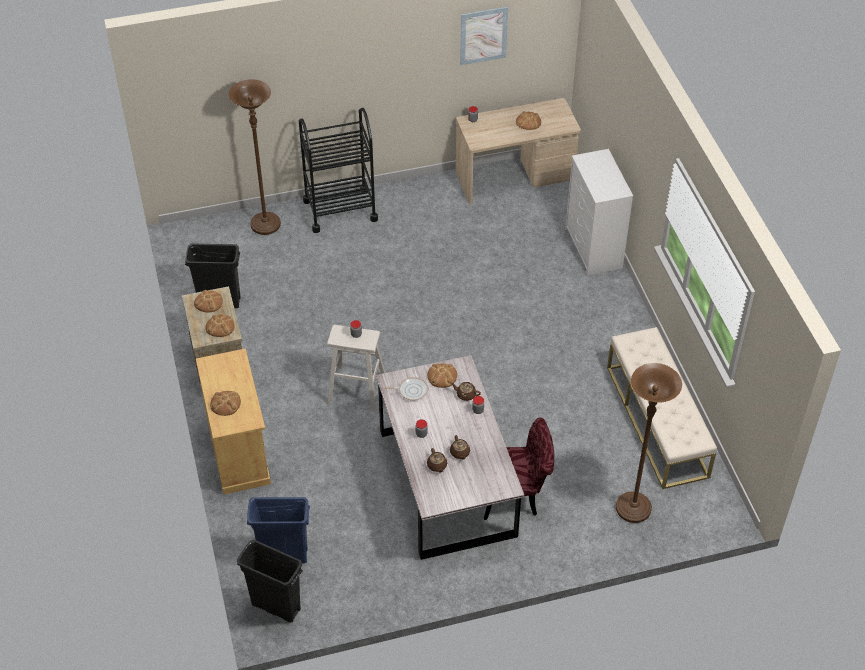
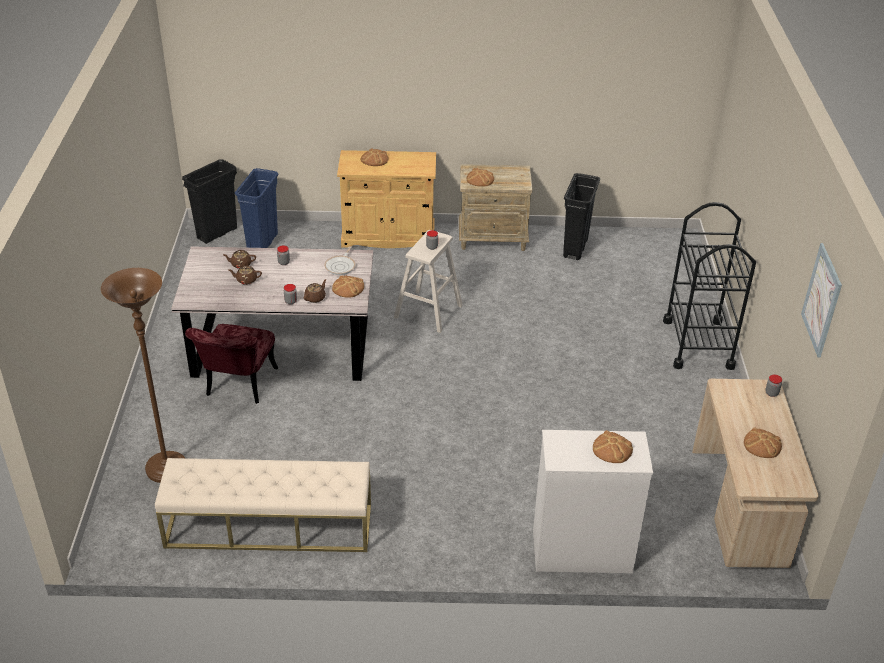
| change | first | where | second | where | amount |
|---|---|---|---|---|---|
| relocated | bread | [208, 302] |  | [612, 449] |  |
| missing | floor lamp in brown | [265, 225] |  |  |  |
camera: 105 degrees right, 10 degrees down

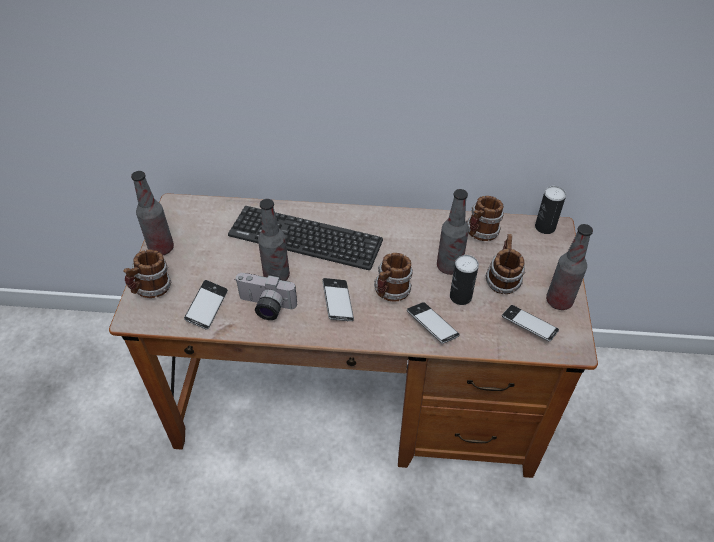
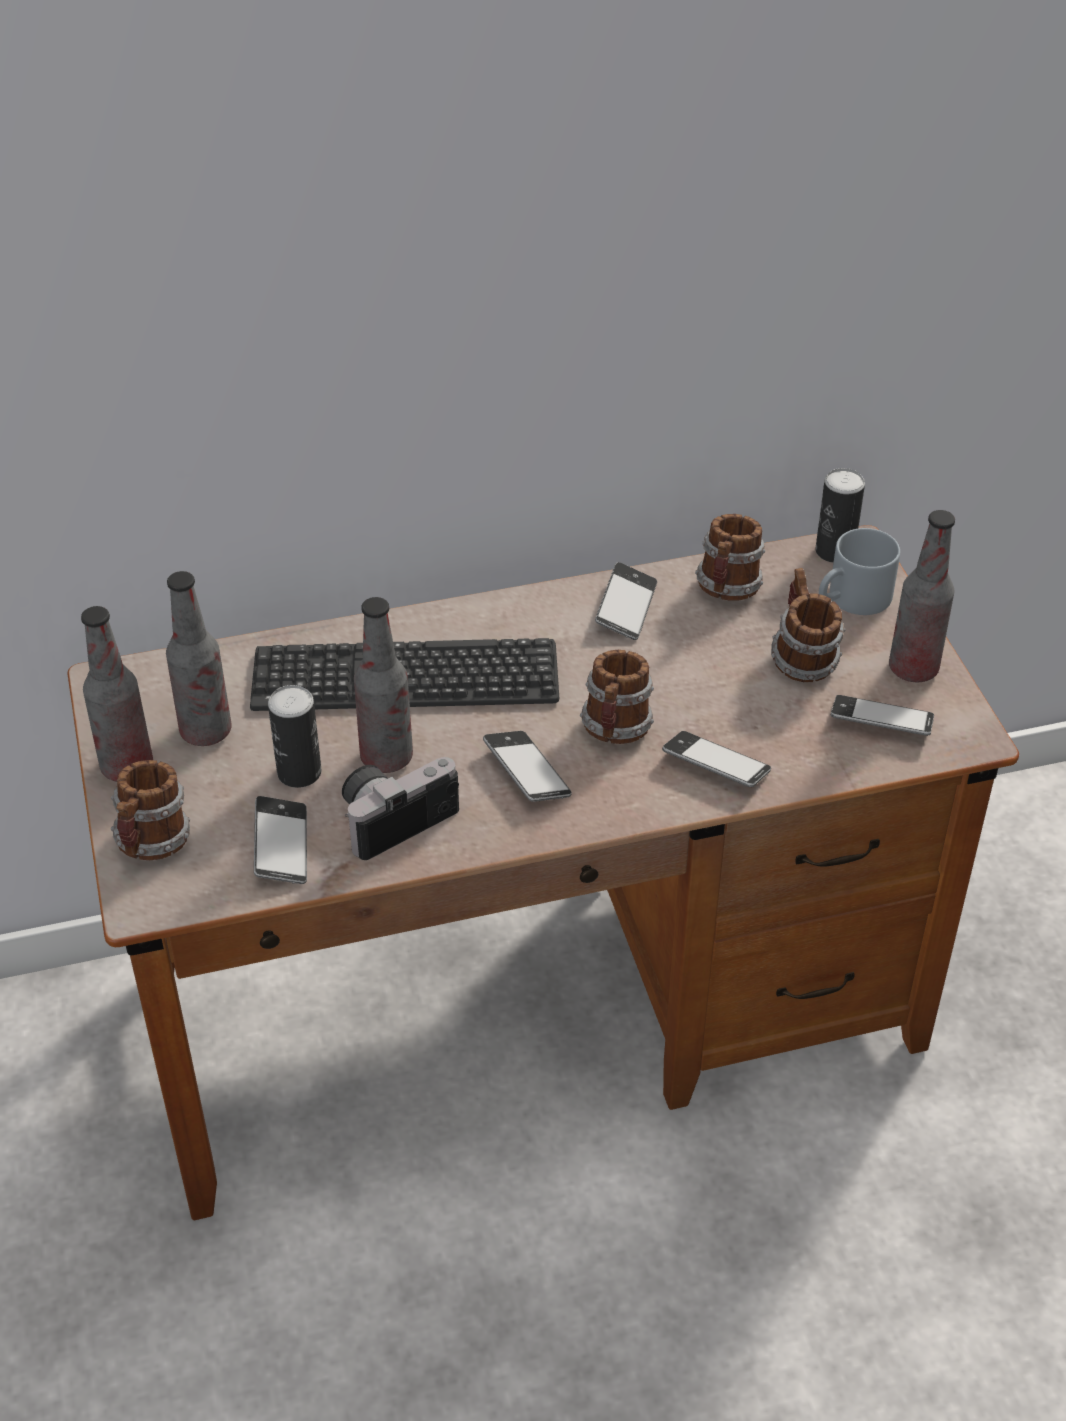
| change | first | where | second | where | amount |
|---|---|---|---|---|---|
| spun | photo camera | [265, 307] |  | [394, 816] | 150 degrees clockwise |
| relocated | bottle | [449, 266] |  | [206, 731] |  |
| relocated | can | [460, 296] |  | [299, 772] |  |
| appeared |  |  | phone | [626, 607] |  |
| appeared |  |  | mug in grey | [852, 600] |  |
camera: 20 degrees left, 5 degrees down

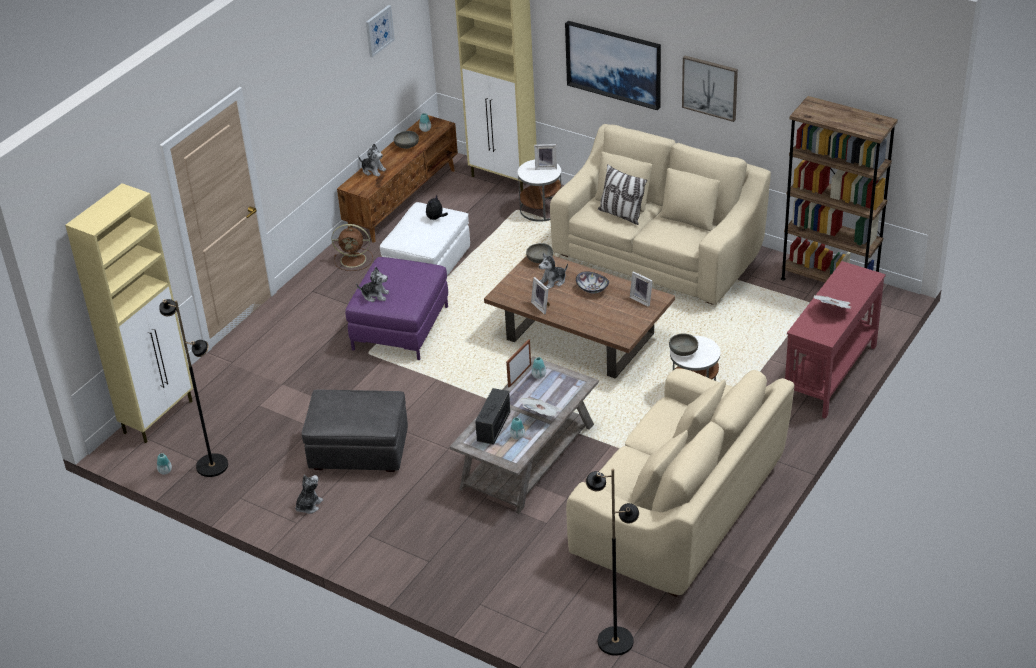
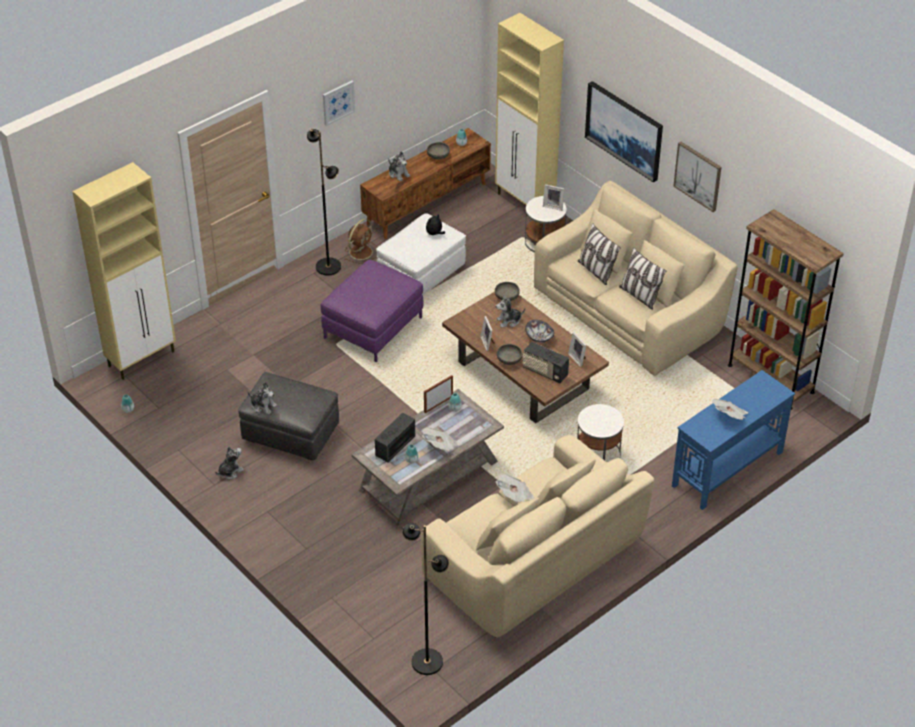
| change | first | where | second | where | amount |
|---|---|---|---|---|---|
| relocated | floor lamp in black | [212, 465] |  | [328, 266] |  |
| spun | fan in brown | [354, 260] |  | [361, 251] | 75 degrees counterclockwise |
| relocated | plush toy | [375, 295] |  | [263, 406] |  |
| relocated | picture | [379, 30] |  | [338, 102] |  |
| relocated | bowl in grey | [683, 351] |  | [509, 360] |  |
| colour | console table in red | [830, 374] | console table in blue | [726, 469] |  |
| appeared |  |  | newspaper | [515, 495] |  |
| appeared |  |  | radio | [544, 372] |  |
| appeared |  |  | pillow | [639, 296] |  |
camera: 15 degrees right, 5 degrees up

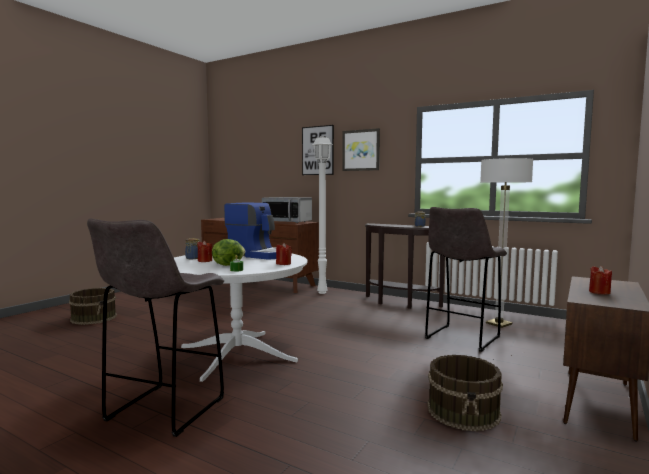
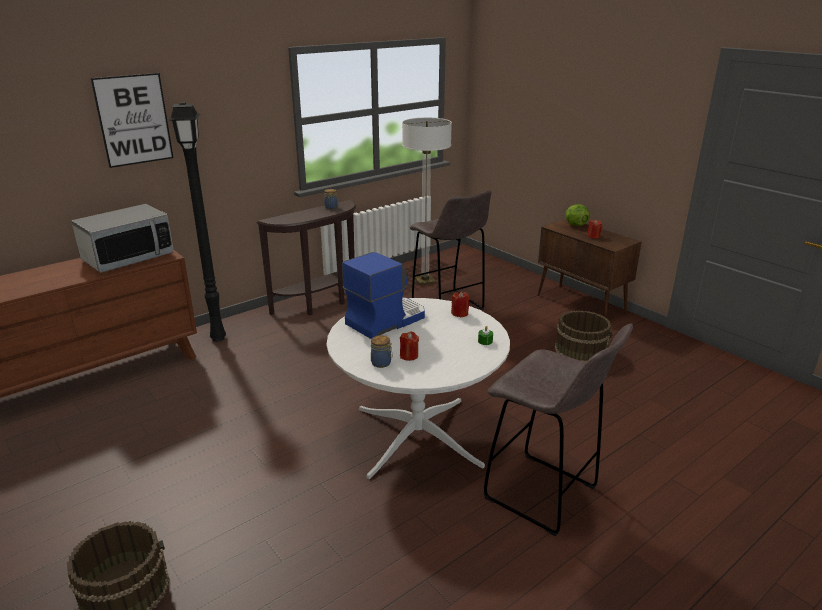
| change | first | where | second | where | amount |
|---|---|---|---|---|---|
| relocated | lettuce | [228, 265] |  | [575, 225] |  |
| colour | floor lamp in white | [322, 292] | floor lamp in black | [217, 338] |  |
| missing | picture | [361, 150] |  |  |  |
camera: 70 degrees left, 20 degrees up

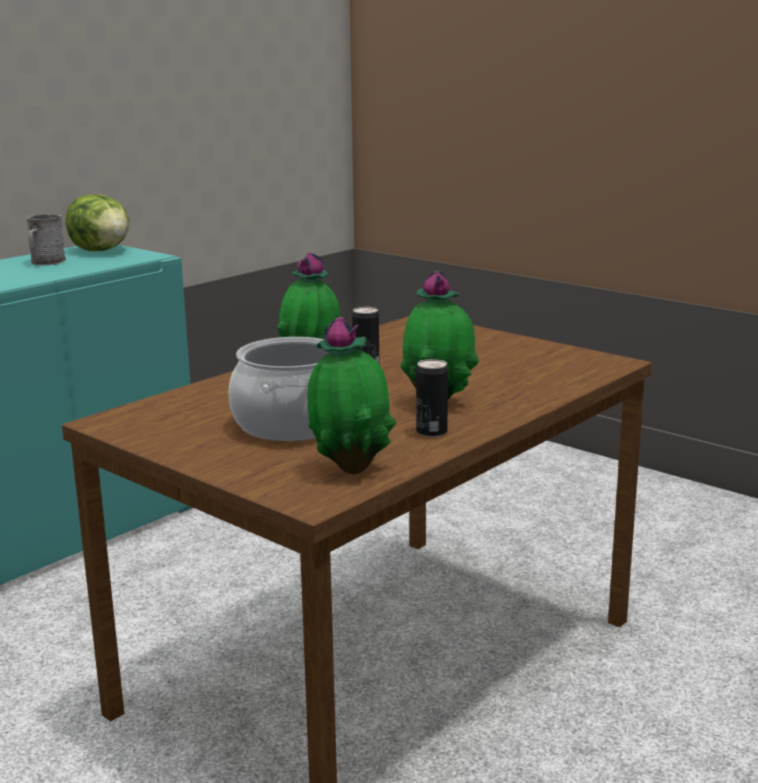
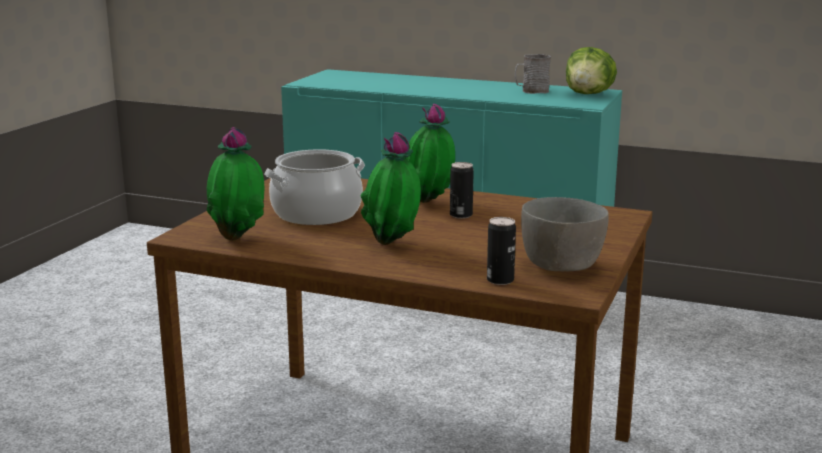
| change | first | where | second | where | amount |
|---|---|---|---|---|---|
| relocated | can | [431, 432] |  | [500, 280] |  |
| appeared |  |  | bowl in grey | [562, 266] |  |
camera: 70 degrees right, 0 degrees up

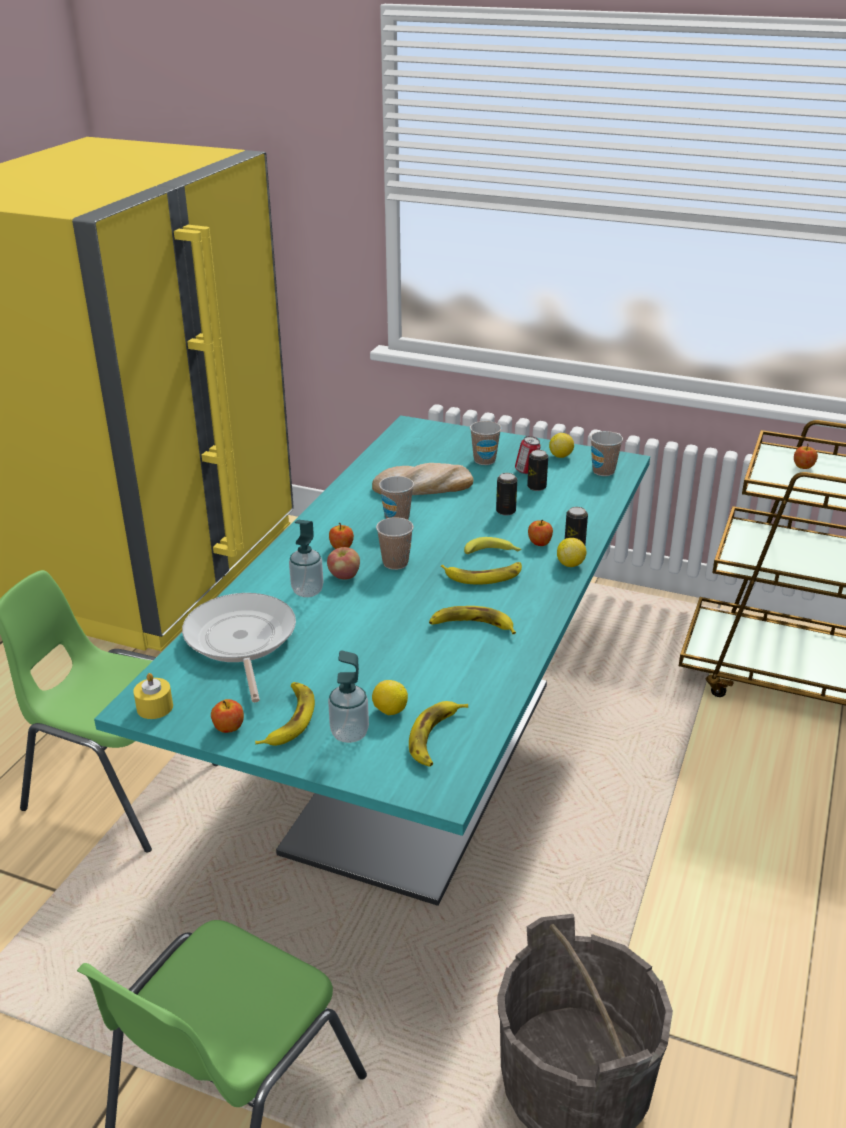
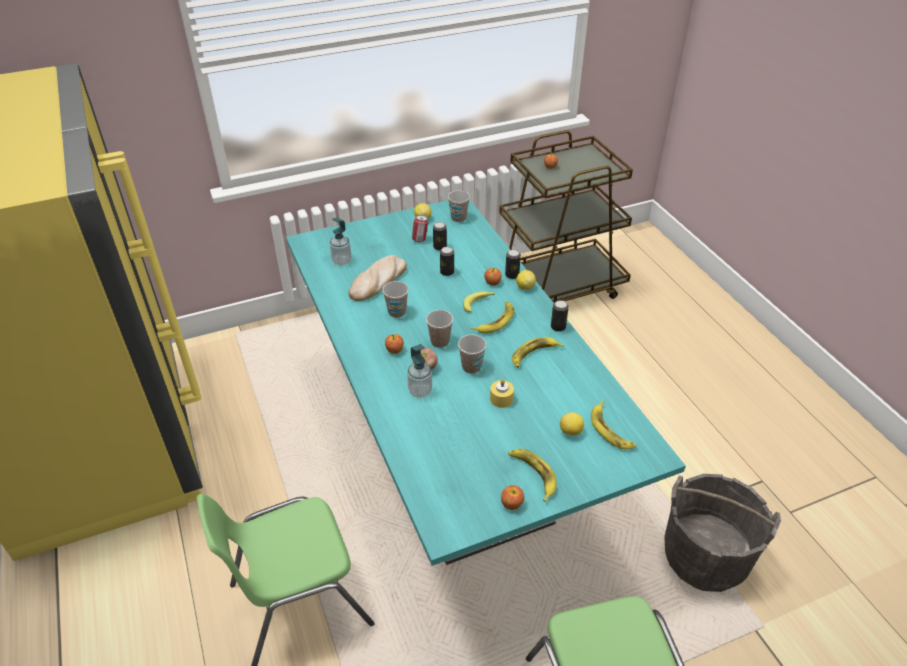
| change | first | where | second | where | amount |
|---|---|---|---|---|---|
| relocated | candle in yellow | [155, 707] |  | [501, 399] |  |
| missing | frying pan | [240, 641] |  |  |  |
| relocated | soap dispenser | [349, 733] |  | [342, 261] |  |
| relocated | cup | [484, 460] |  | [471, 367] |  |
| appeared |  |  | can | [558, 327] |  |
camera: 45 degrees left, 10 degrees up

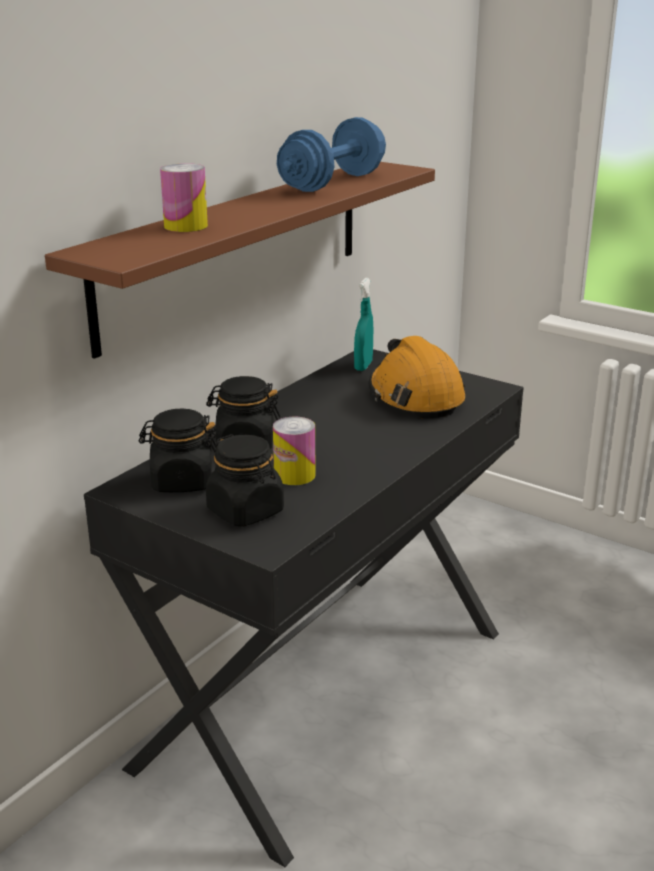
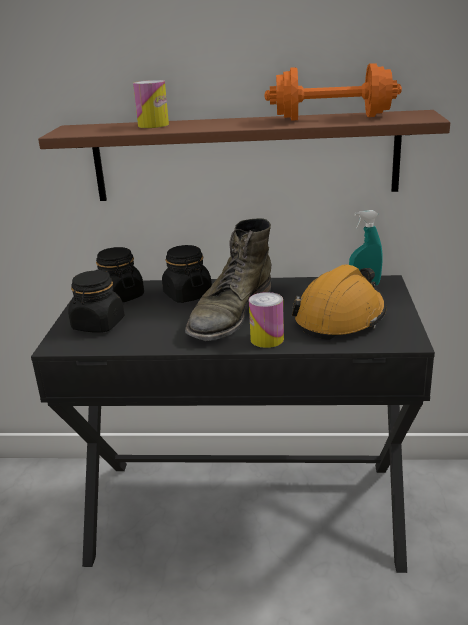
| change | first | where | second | where | amount |
|---|---|---|---|---|---|
| relocated | can | [294, 475] |  | [267, 339] |  |
| colour | dumbbell in blue | [333, 183] | dumbbell in orange | [332, 118] |  |
| appeared |  |  | boot in green | [230, 314] |  |
camera: 60 degrees right, 0 degrees up

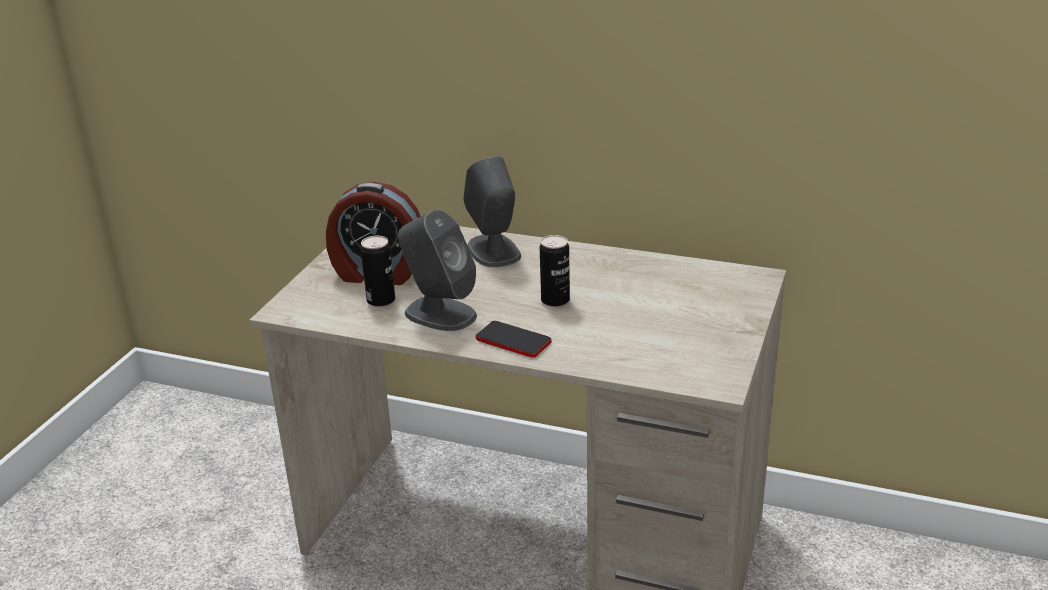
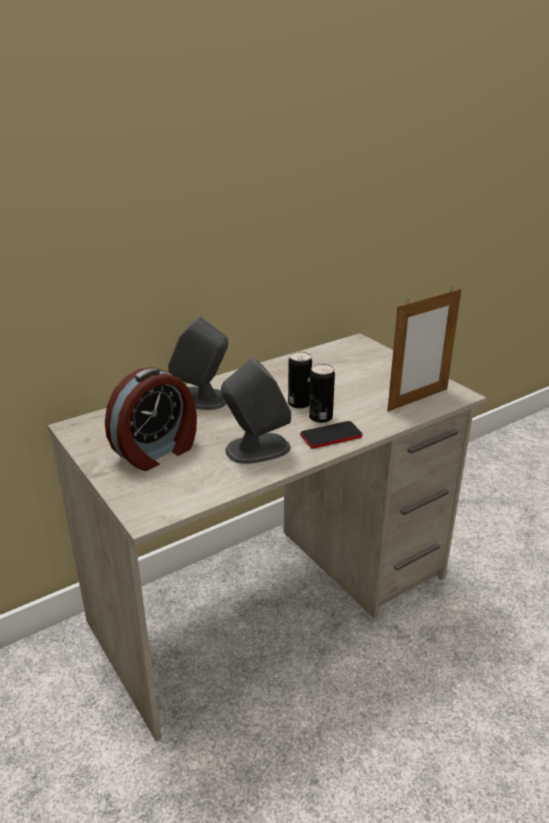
| change | first | where | second | where | amount |
|---|---|---|---|---|---|
| relocated | can | [381, 300] |  | [320, 417] |  |
| appeared |  |  | picture frame | [418, 399] |  |
camera: 55 degrees left, 0 degrees up

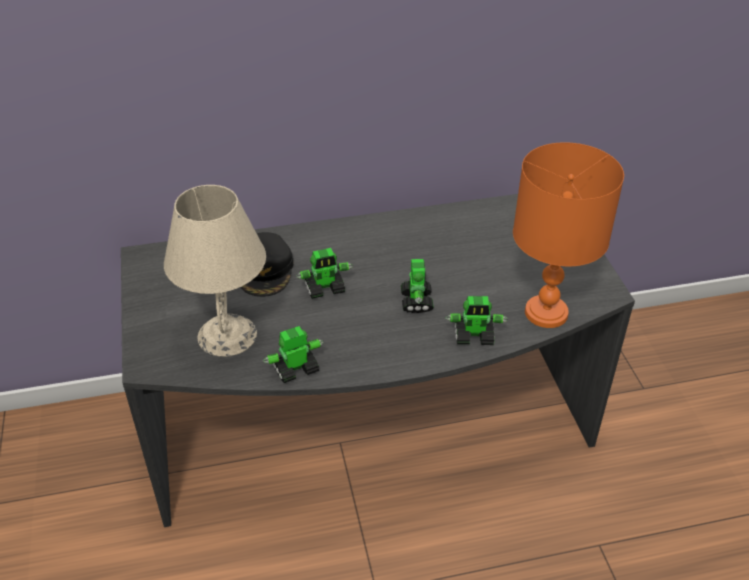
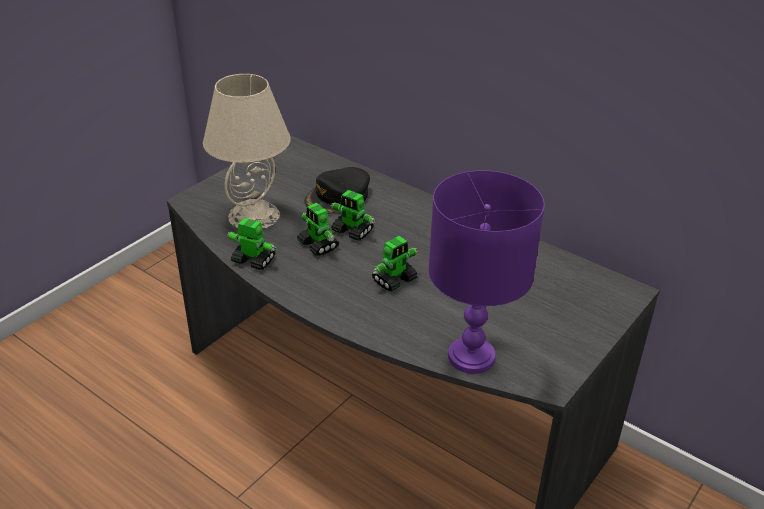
| change | first | where | second | where | amount |
|---|---|---|---|---|---|
| relocated | toy robot | [474, 336] |  | [318, 245] |  |
| colour | table lamp in orange | [546, 312] | table lamp in purple | [472, 356] |  |
camera: 50 degrees right, 5 degrees down

